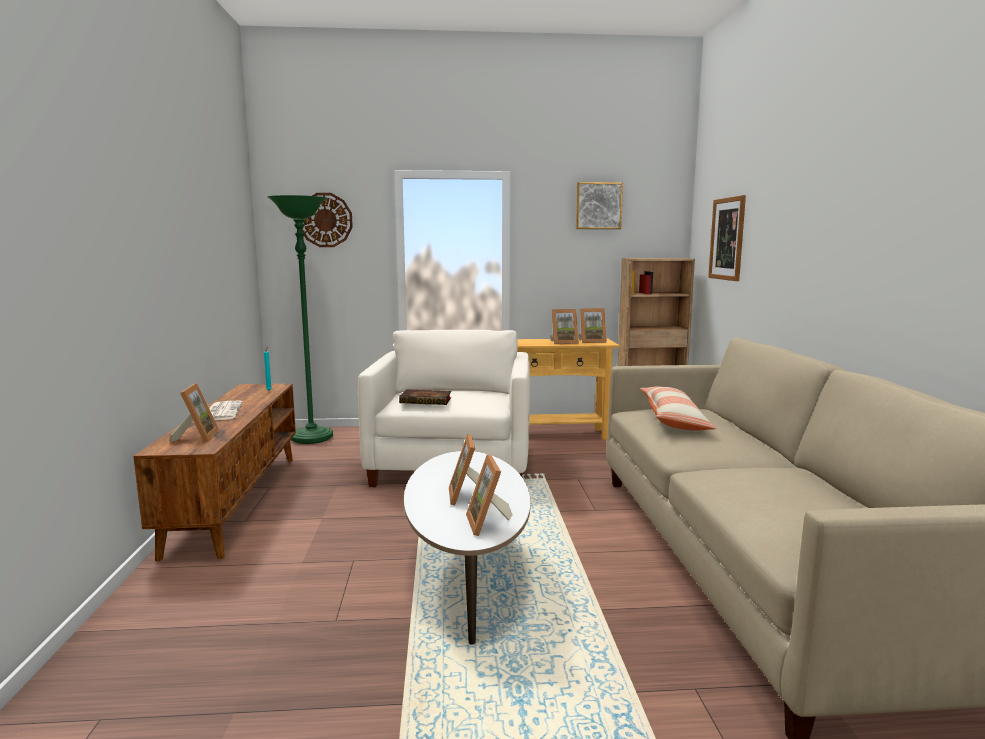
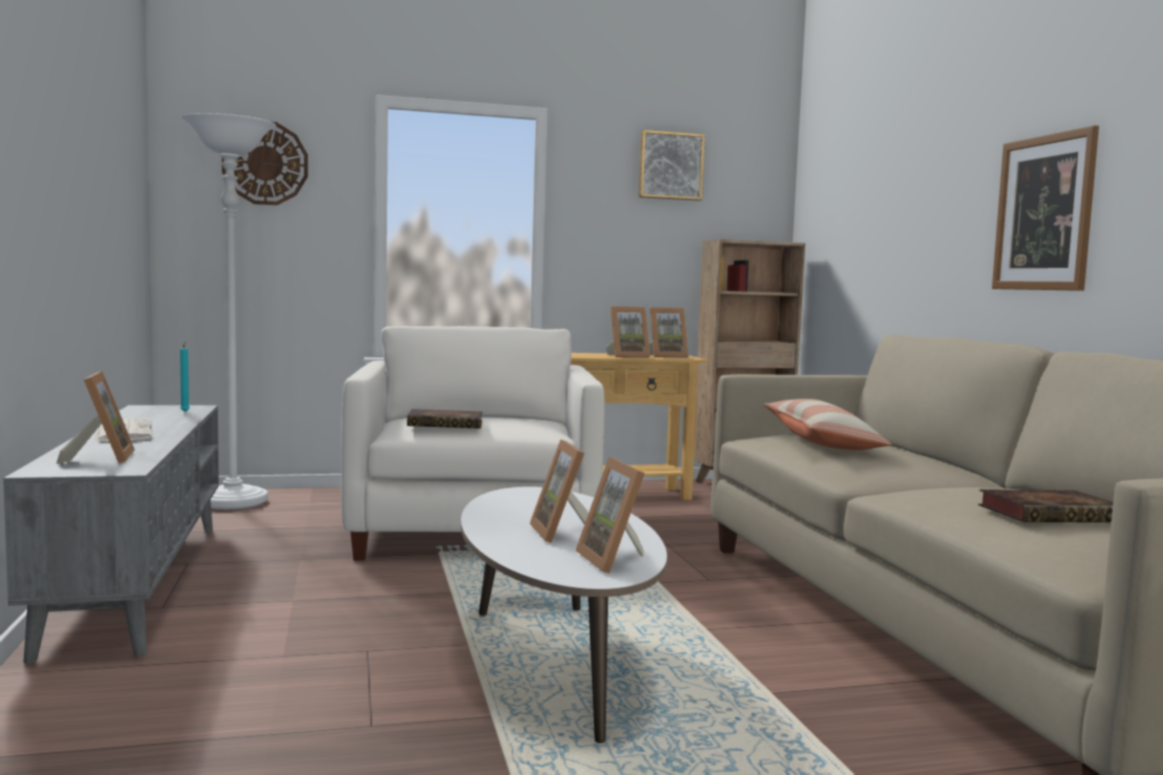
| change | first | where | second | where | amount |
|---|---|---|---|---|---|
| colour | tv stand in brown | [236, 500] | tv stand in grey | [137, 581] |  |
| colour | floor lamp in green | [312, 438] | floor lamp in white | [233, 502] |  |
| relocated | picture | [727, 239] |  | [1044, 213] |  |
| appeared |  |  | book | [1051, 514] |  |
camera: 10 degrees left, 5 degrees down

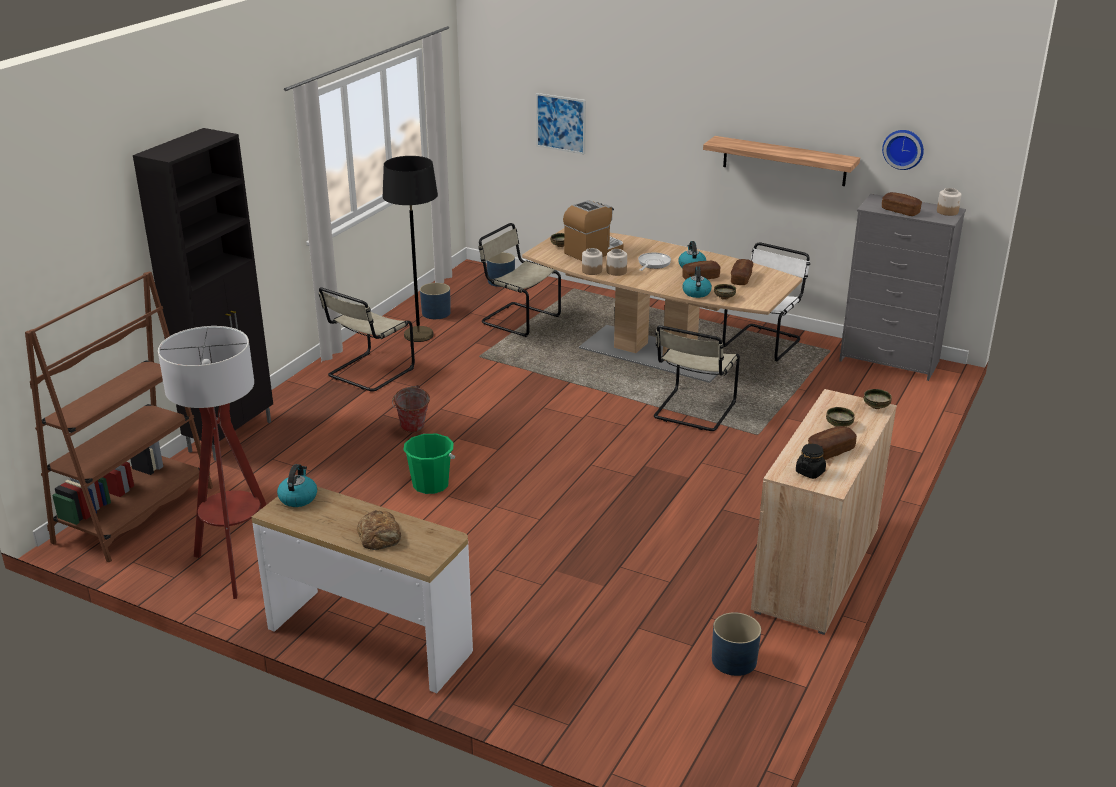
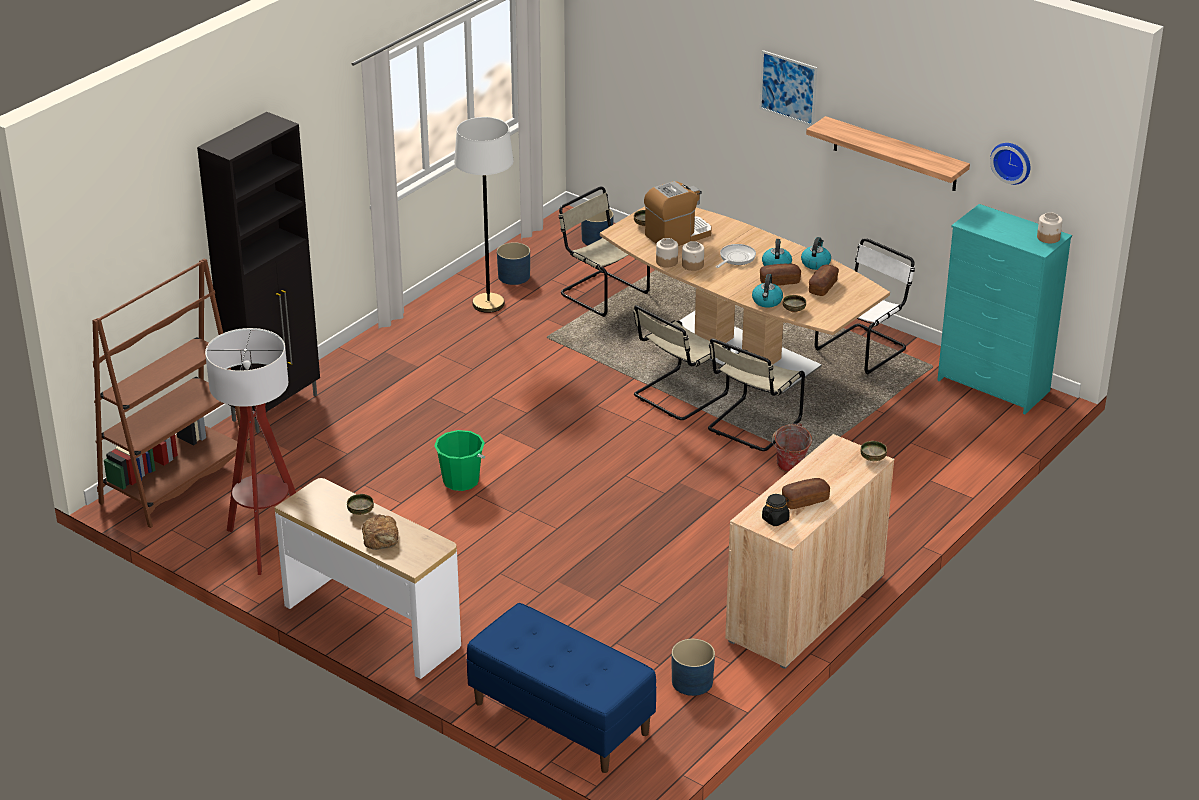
| change | first | where | second | where | amount |
|---|---|---|---|---|---|
| relocated | kettle | [298, 498] |  | [815, 263] |  |
| relocated | chair in beige | [368, 373] |  | [677, 396] |  |
| colour | floor lamp in black | [418, 335] | floor lamp in white | [488, 304] |  |
| relocated | bucket | [412, 430] |  | [789, 469] |  |
| relocated | picture | [560, 123] |  | [788, 88] |  |
| relocated | bowl | [838, 425] |  | [360, 512] |  |
| colour | dresser in grey | [889, 361] | dresser in turquoise | [993, 386] |  |
| missing | bread | [900, 211] |  |  |  |
| appeared |  |  | bench in blue | [560, 718] |  |
camera: 10 degrees right, 5 degrees up

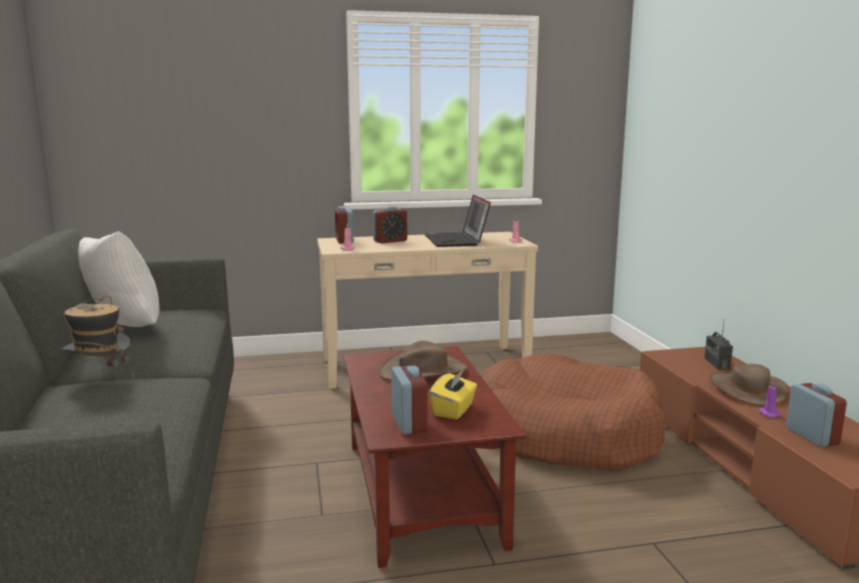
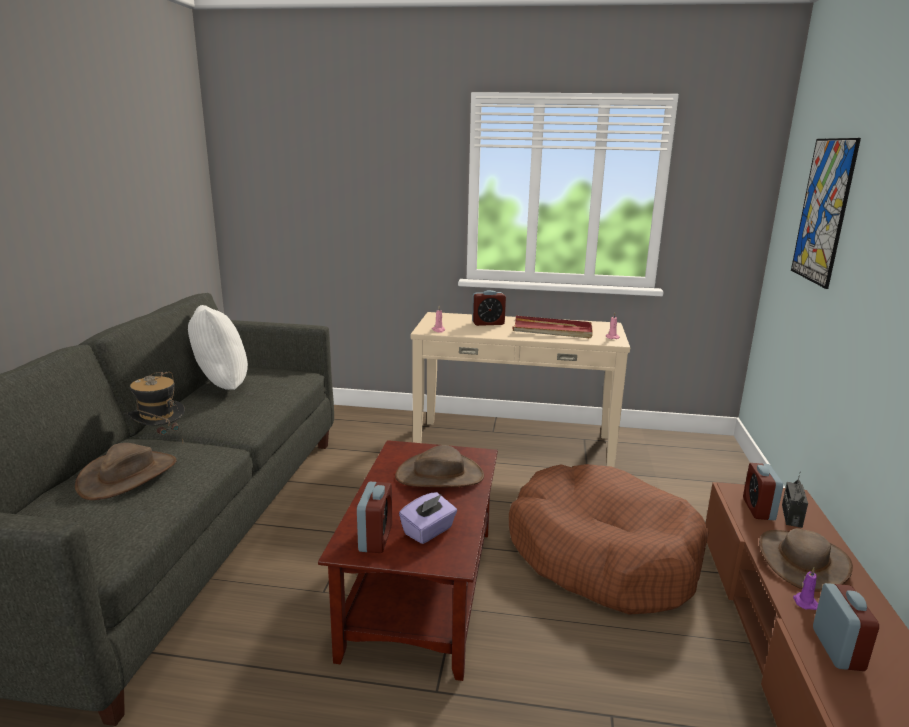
| change | first | where | second | where | amount |
|---|---|---|---|---|---|
| relocated | alarm clock | [344, 241] |  | [758, 509] |  |
| exchanged | laptop | [457, 241] | tray in red | [552, 330] |  |
| colour | tissue box in yellow | [453, 410] | tissue box in purple | [428, 531] |  |
| appeared |  |  | hat in brown | [128, 475] |  |
| appeared |  |  | picture | [823, 211] |  |
camera: 20 degrees right, 5 degrees up

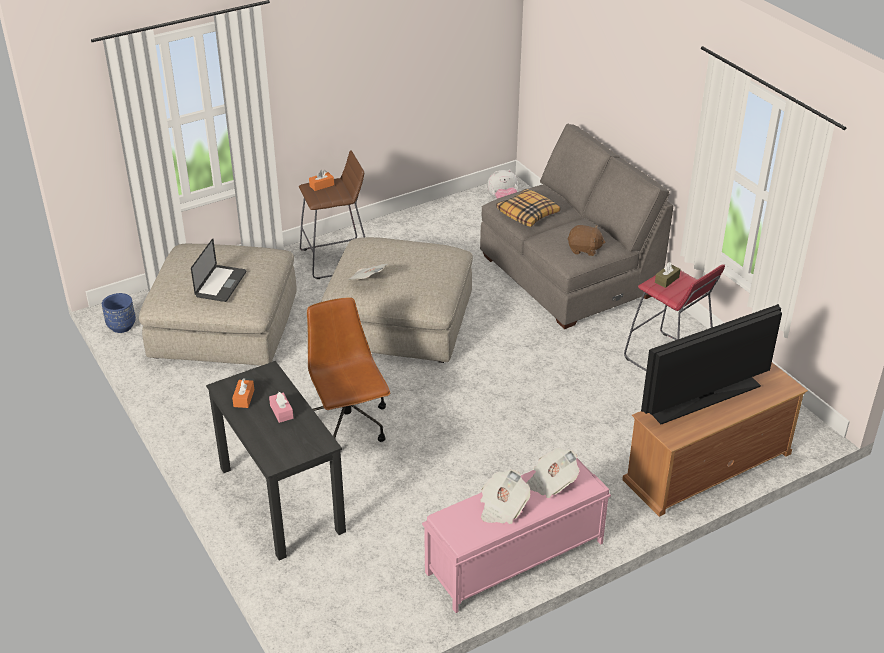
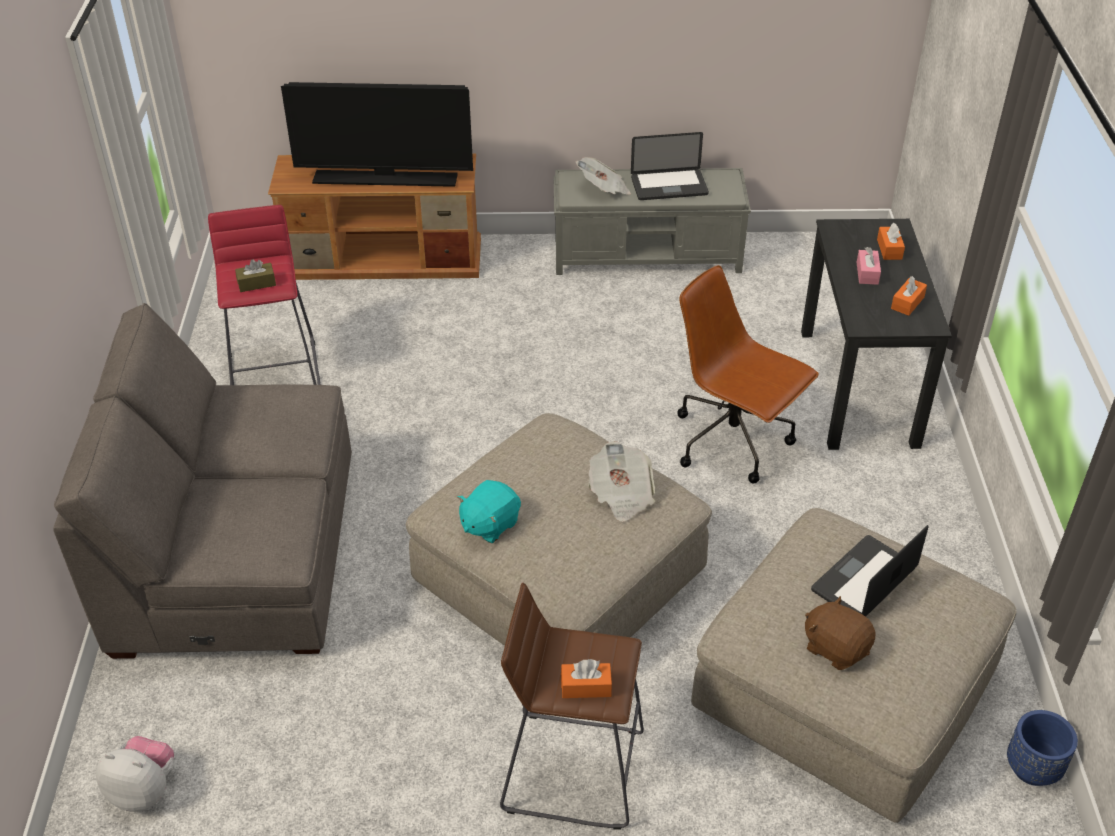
| change | first | where | second | where | amount |
|---|---|---|---|---|---|
| spun | office chair in brown | [348, 426] |  | [733, 442] | 120 degrees clockwise |
| colour | bench in pink | [513, 558] | bench in grey | [648, 255] |  |
| exchanged | newspaper | [502, 508] | laptop | [669, 186] |  |
| missing | pillow | [528, 213] |  |  |  |
| relocated | plush toy in brown | [584, 249] |  | [836, 648] |  |
| appeared |  |  | plush toy in turquoise | [489, 524] |  |
| appeared |  |  | tissue box in orange | [889, 249] |  |
camera: 150 degrees left, 5 degrees up

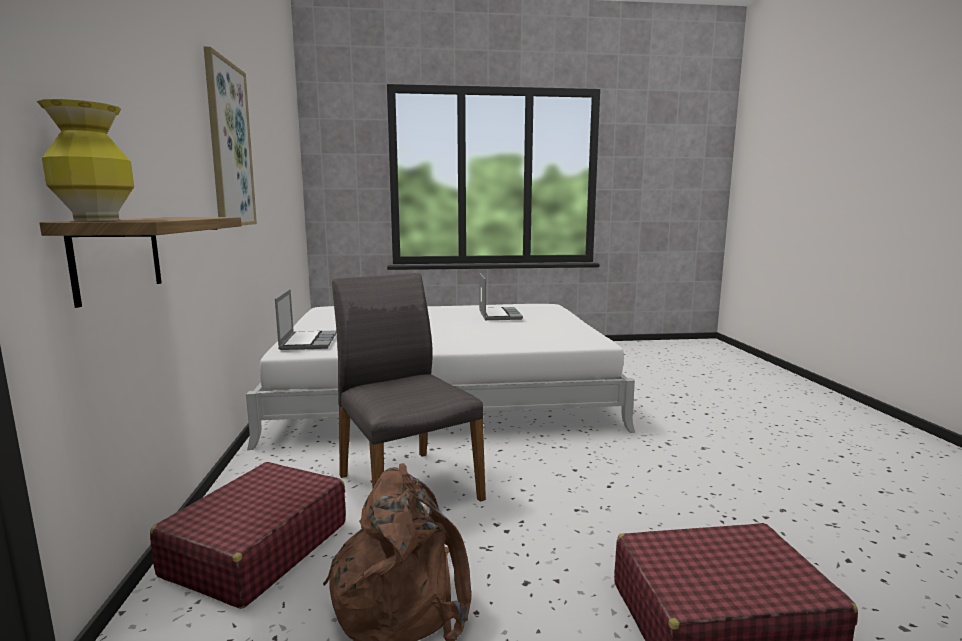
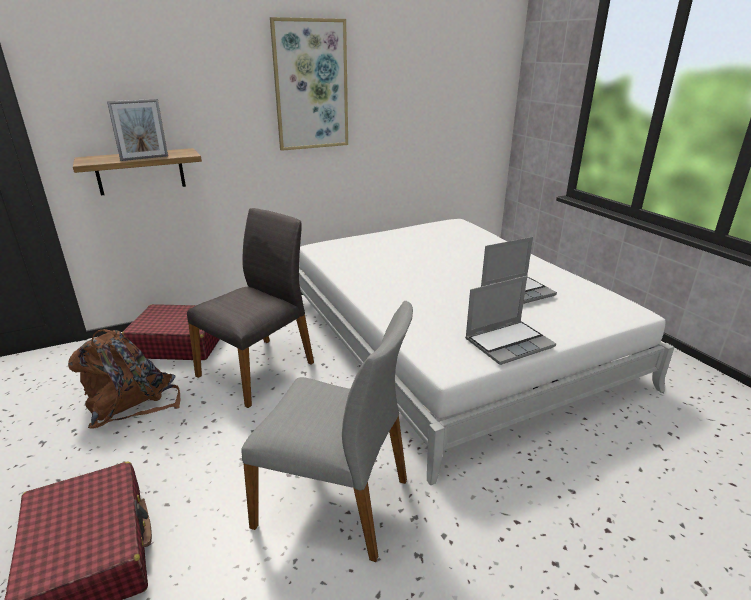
| change | first | where | second | where | amount |
|---|---|---|---|---|---|
| missing | vase | [96, 220] |  |  |  |
| relocated | laptop | [308, 342] |  | [509, 342] |  |
| appeared |  |  | picture frame | [144, 158] |  |
| appeared |  |  | chair in grey | [335, 501] |  |
camera: 70 degrees right, 15 degrees up

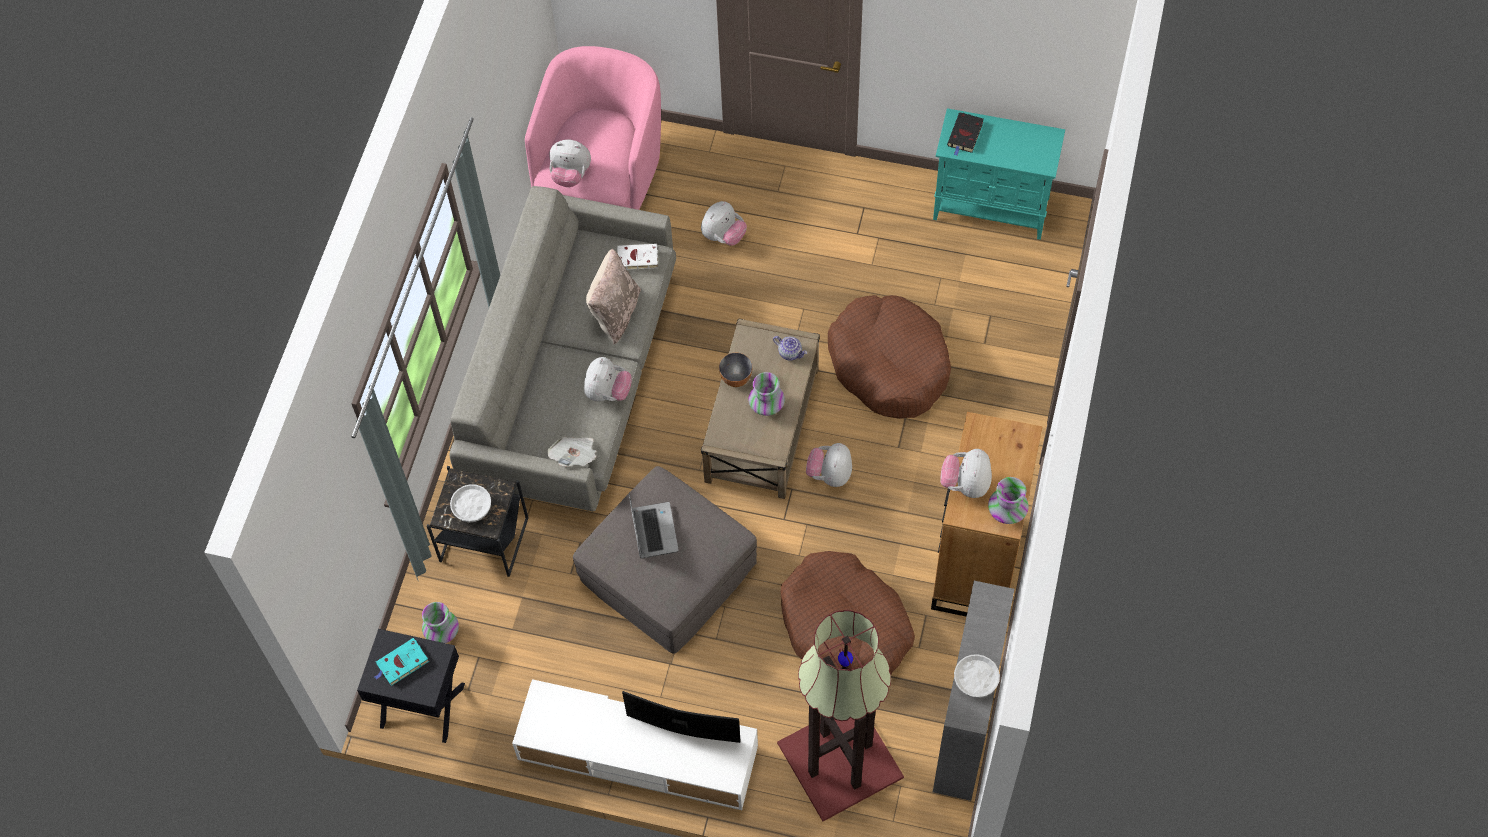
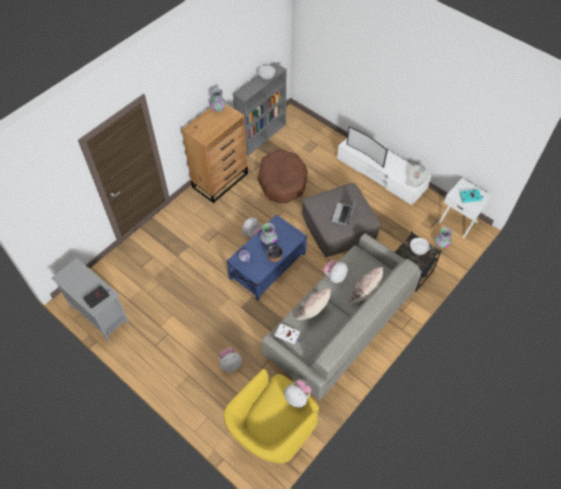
| change | first | where | second | where | amount |
|---|---|---|---|---|---|
| colour | nightstand in black | [422, 706] | nightstand in white | [458, 221] |  |
| colour | armchair in pink | [601, 178] | armchair in yellow | [272, 430] |  |
| relocated | newspaper | [575, 457] |  | [414, 180] |  |
| colour | coffee table in beige | [762, 425] | coffee table in blue | [267, 266] |  |
| missing | floor lamp | [842, 761] |  |  |  |
| missing | dog bed in brown | [889, 364] |  |  |  |
| colour | cabinet in turquoise | [992, 208] | cabinet in grey | [99, 315] |  |
| missing | plush toy | [965, 484] |  |  |  |
| appeared |  |  | pillow in beige | [364, 293] |  |
camera: 155 degrees left, 5 degrees down

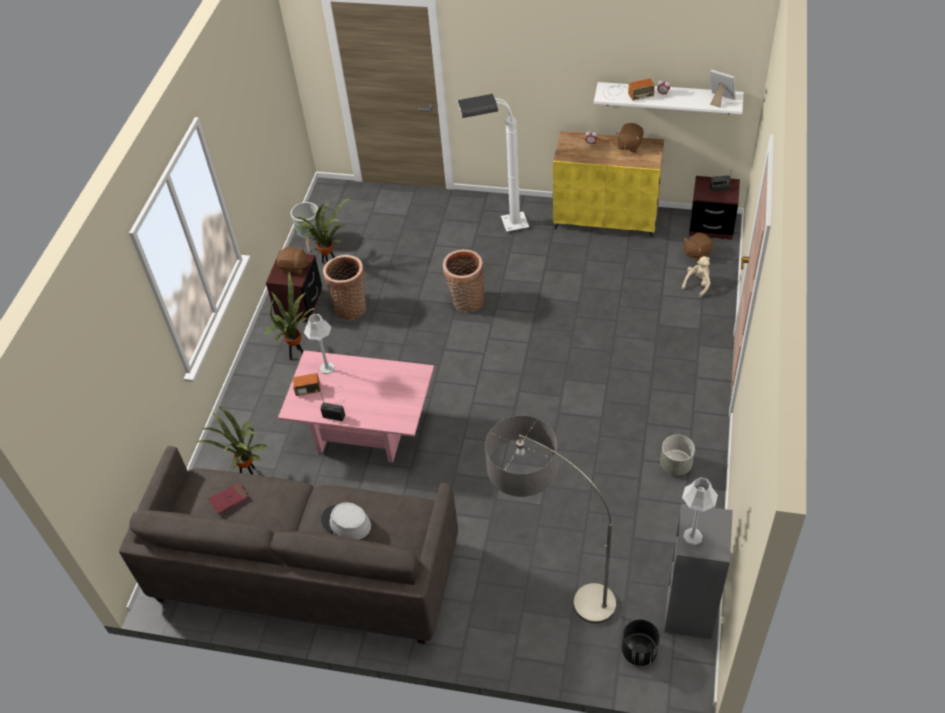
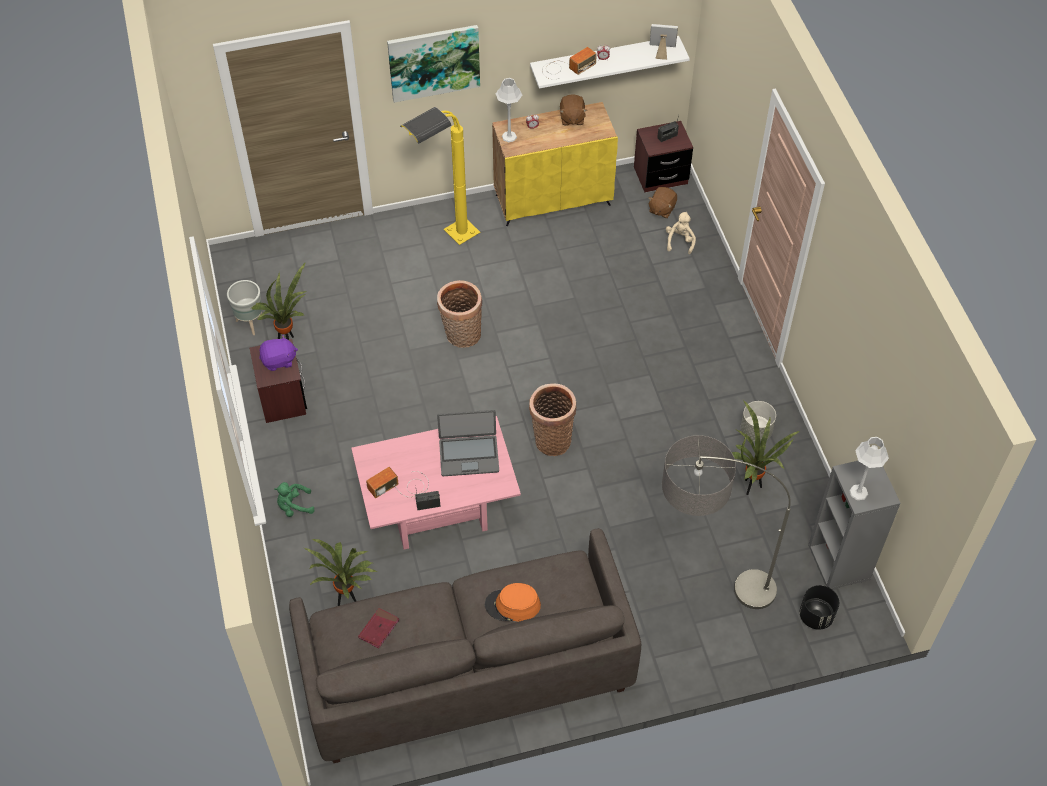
| change | first | where | second | where | amount |
|---|---|---|---|---|---|
| relocated | potted plant | [298, 354] |  | [751, 486] |  |
| colour | plush toy in brown | [294, 268] | plush toy in purple | [279, 361] |  |
| relocated | table lamp in grey | [327, 368] |  | [509, 136] |  |
| colour | hat in grey | [346, 523] | hat in orange | [512, 605] |  |
| relocated | basket | [350, 307] |  | [551, 439] |  |
| colour | floor lamp in white | [498, 227] | floor lamp in yellow | [447, 242] |  |
| appeared |  |  | plush toy in green | [294, 506] |  |
| appeared |  |  | picture | [434, 62] |  |
| appeared |  |  | laptop | [469, 455] |  |
camera: 30 degrees left, 5 degrees up

